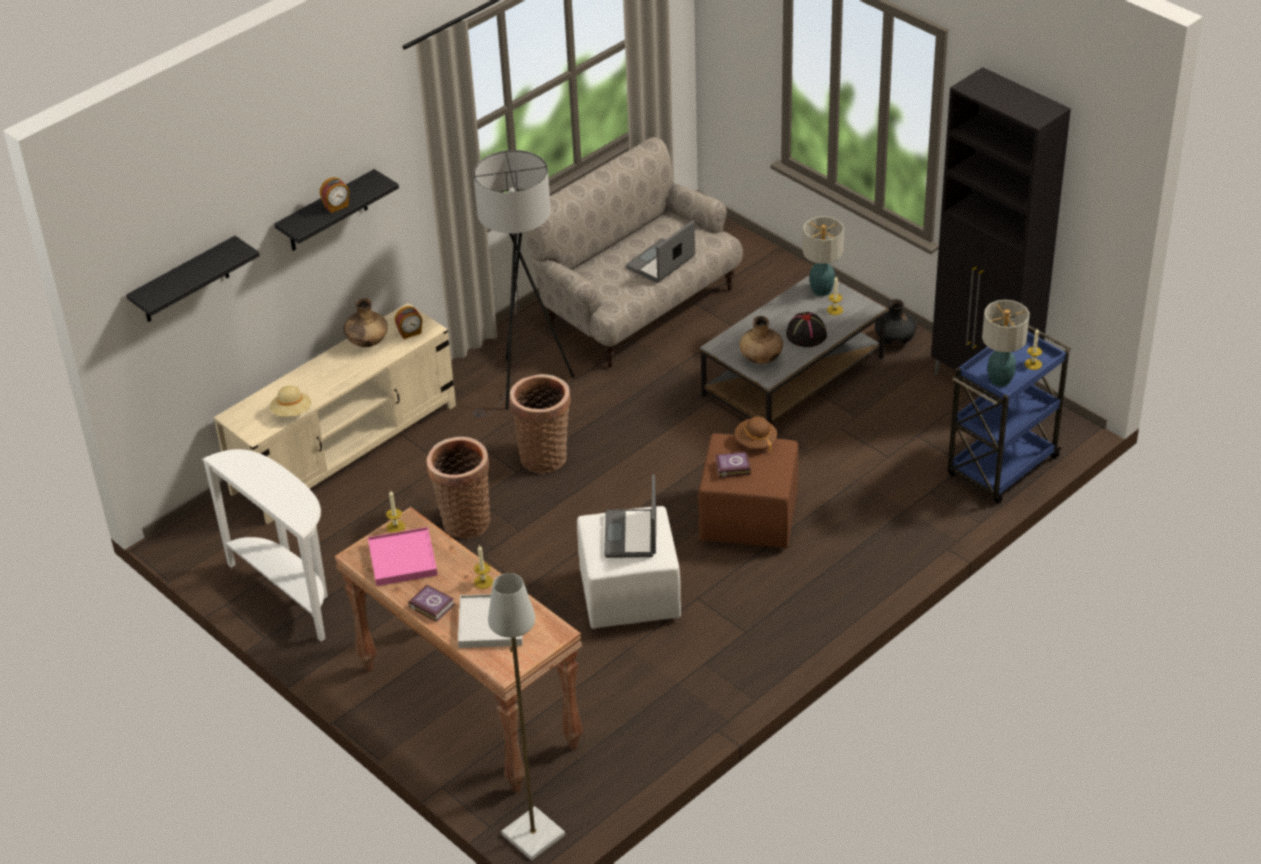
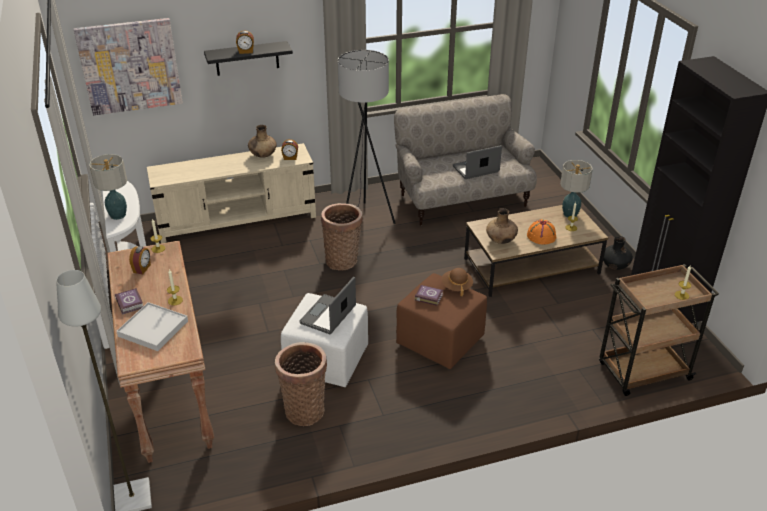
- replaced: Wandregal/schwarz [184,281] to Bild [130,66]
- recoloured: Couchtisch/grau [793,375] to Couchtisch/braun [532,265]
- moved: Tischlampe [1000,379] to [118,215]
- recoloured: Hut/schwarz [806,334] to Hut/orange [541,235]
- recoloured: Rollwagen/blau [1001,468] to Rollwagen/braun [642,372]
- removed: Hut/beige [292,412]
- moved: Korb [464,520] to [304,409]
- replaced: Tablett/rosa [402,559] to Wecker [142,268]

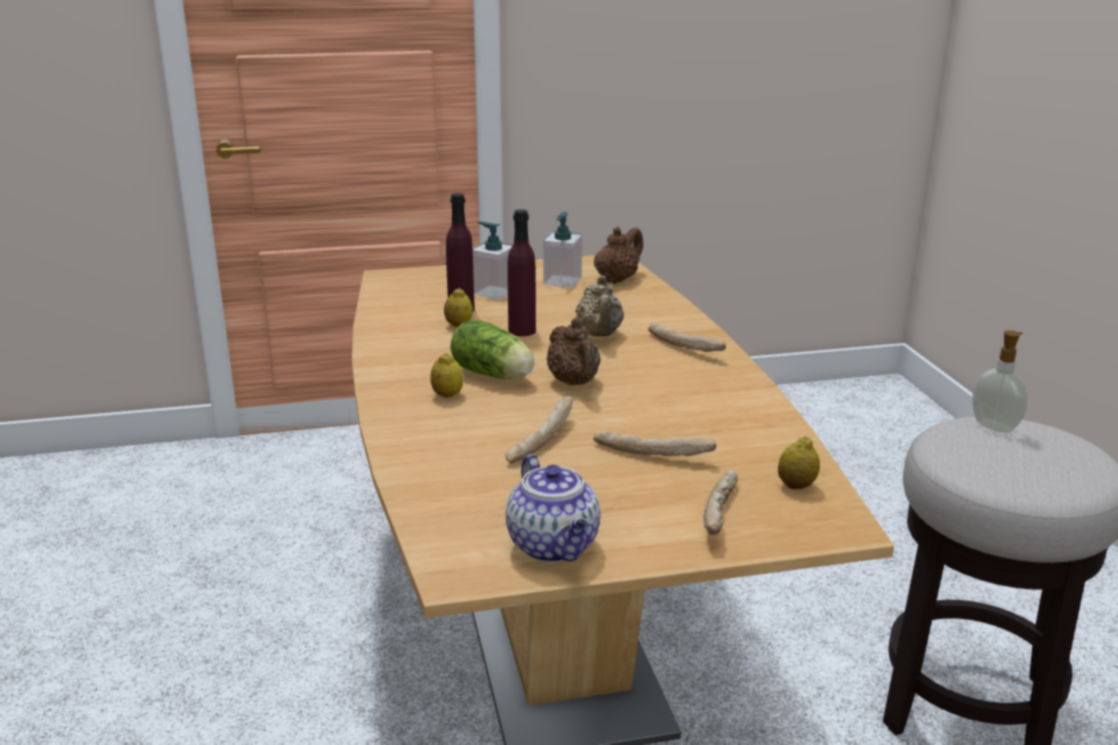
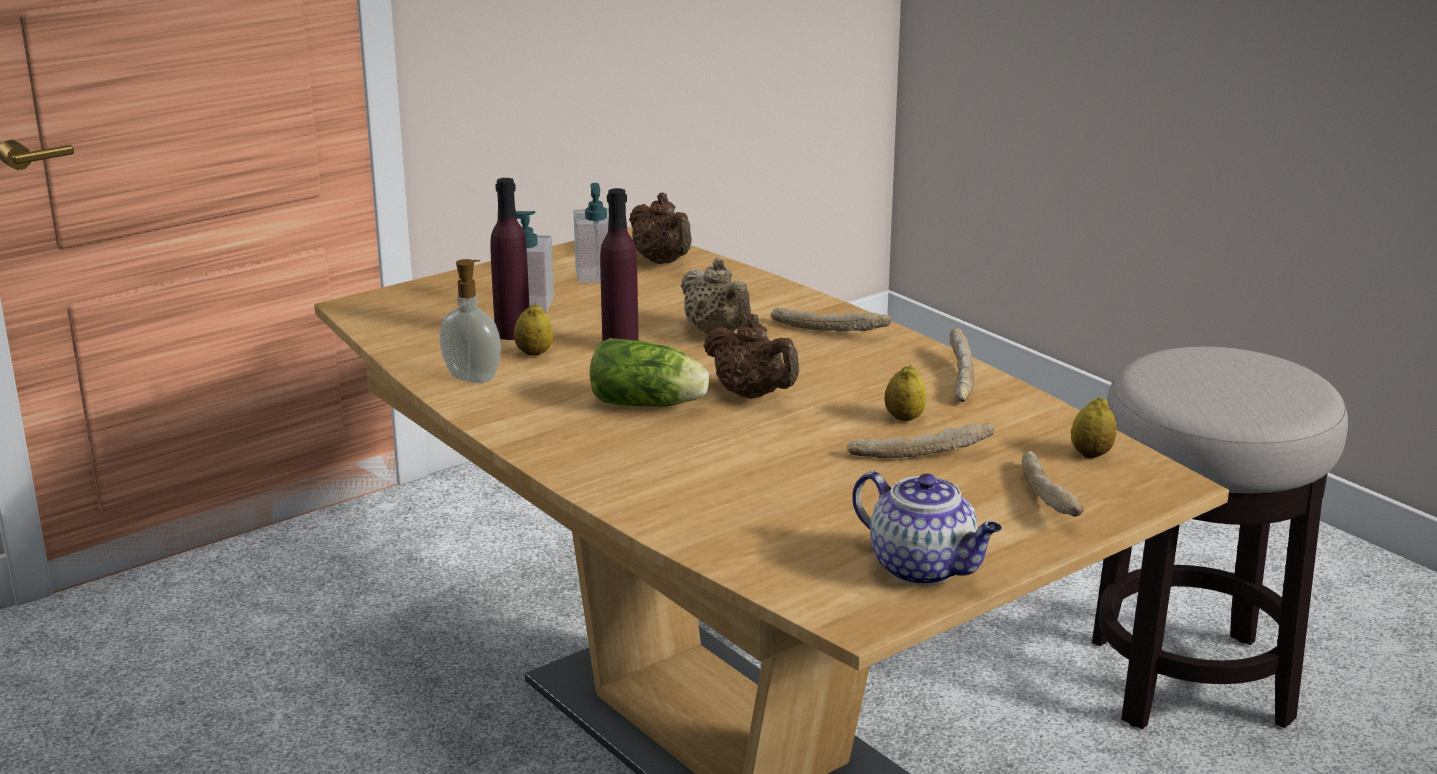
- turned: Teekanne/braun [617,279] = [662,262] 135 degrees clockwise
- moved: Seifenspender [995,426] to [473,377]
- moved: Zitrone [447,395] to [904,418]
- moved: Brot [540,440] to [957,377]

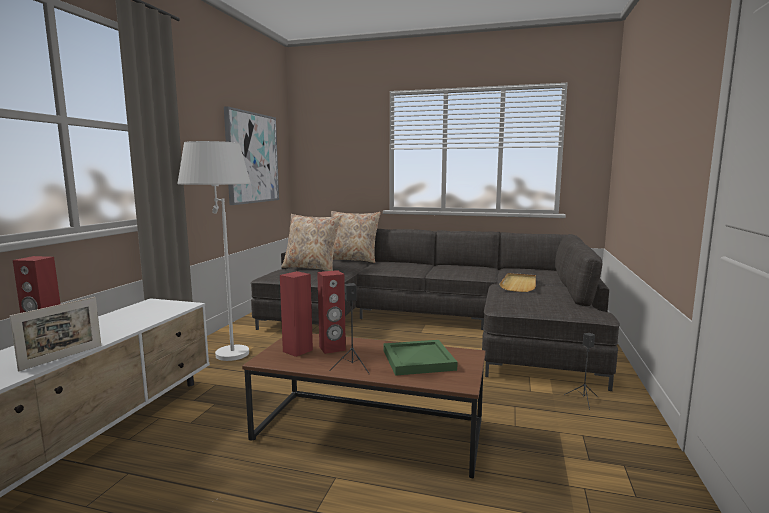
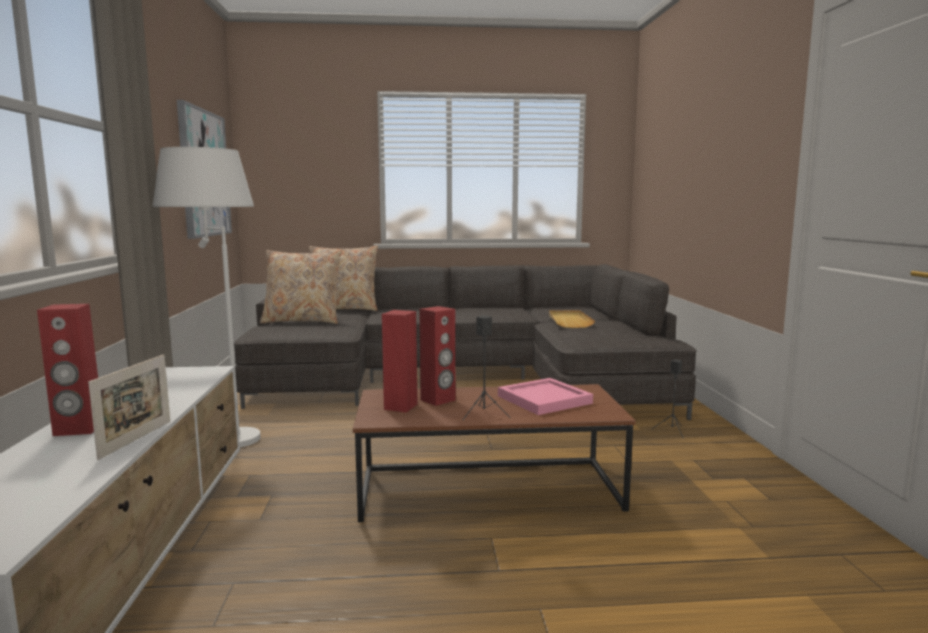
- recoloured: Tablett/grün [419,360] to Tablett/rosa [546,400]

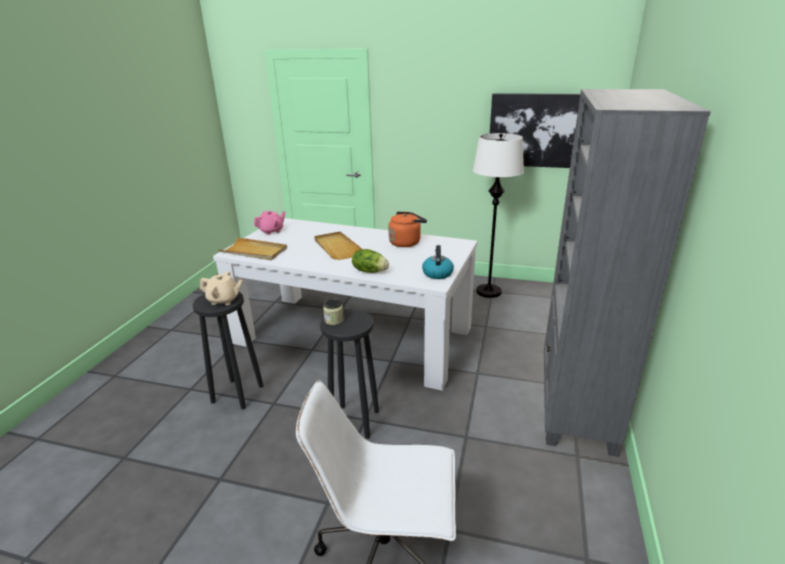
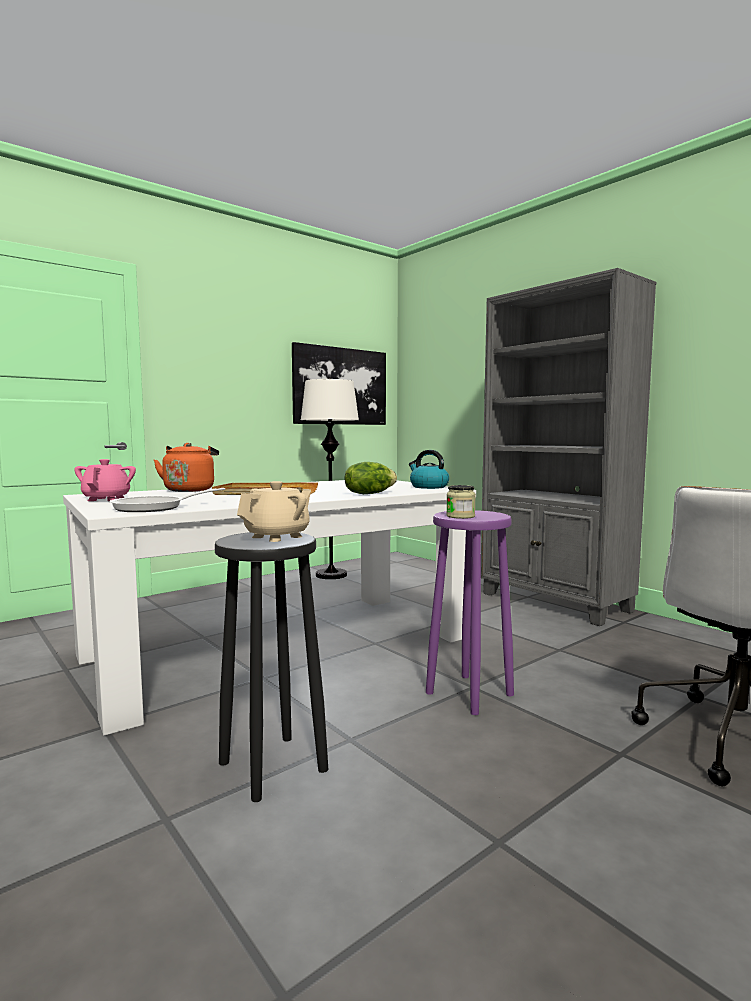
- moved: Wasserkessel/orange [406,242] to [190,490]
- replaced: Tablett/beige [254,251] to Pfanne [155,508]
- recoloured: Hocker/schwarz [353,421] to Hocker/lila [468,694]

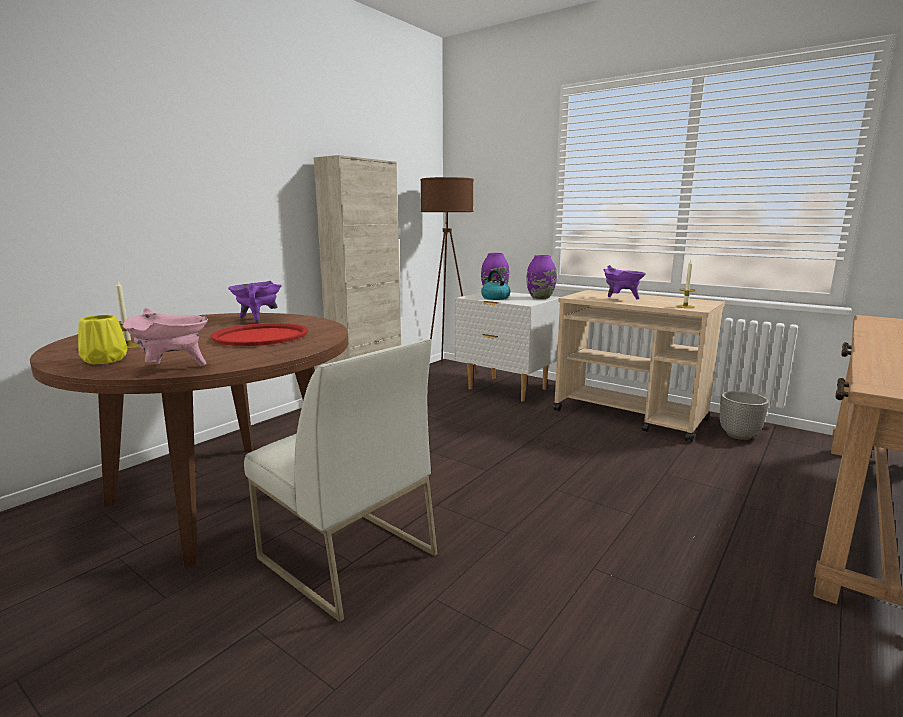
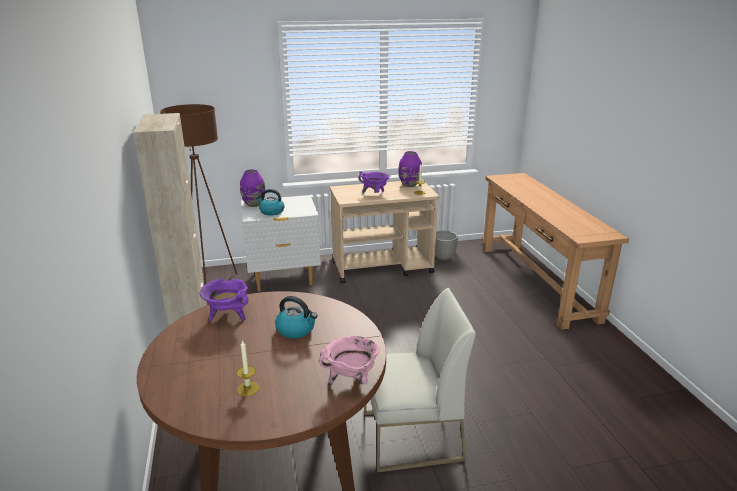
- moved: Vase/lila [540,297] to [409,185]
- removed: Vase/gelb [104,360]
- replaced: Tablett/rot [260,336] to Wasserkessel [296,329]

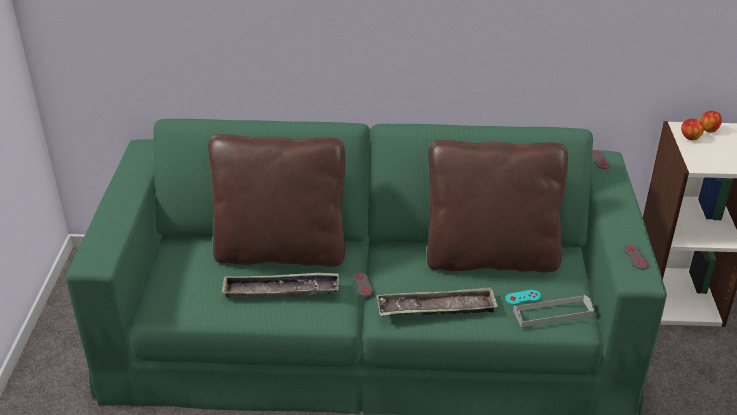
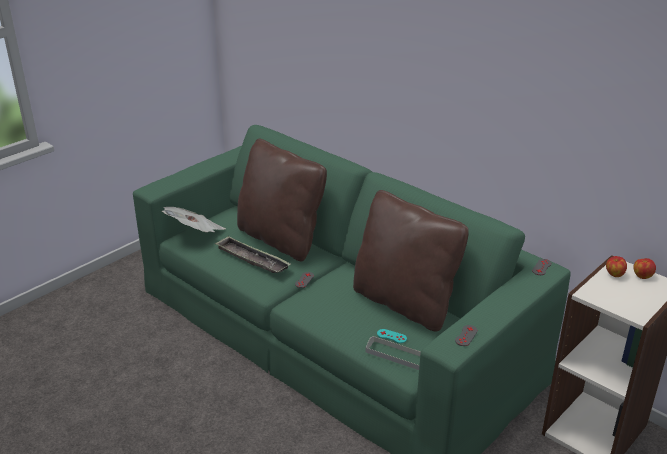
- removed: Tablett [436,308]
- added: Zeitung [195,233]

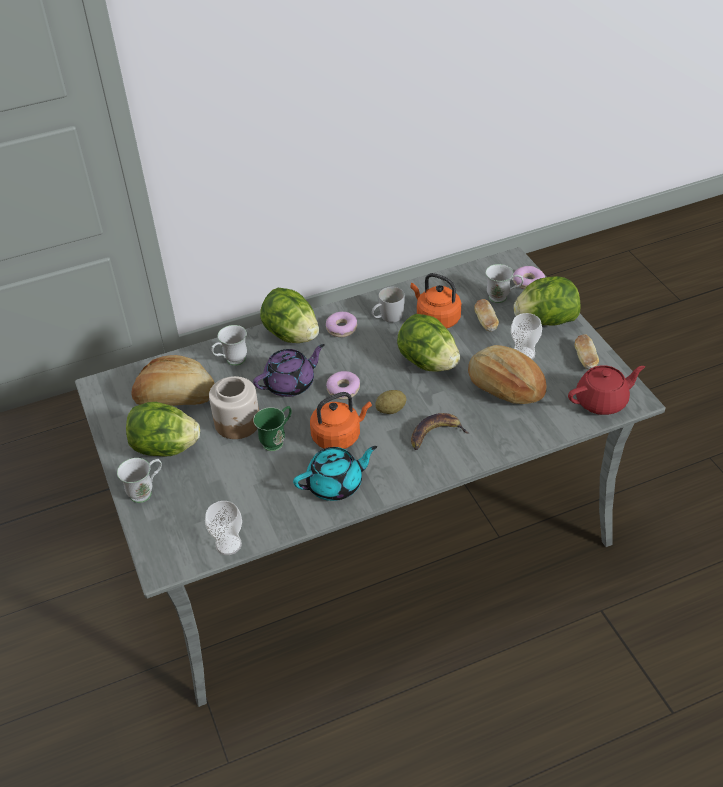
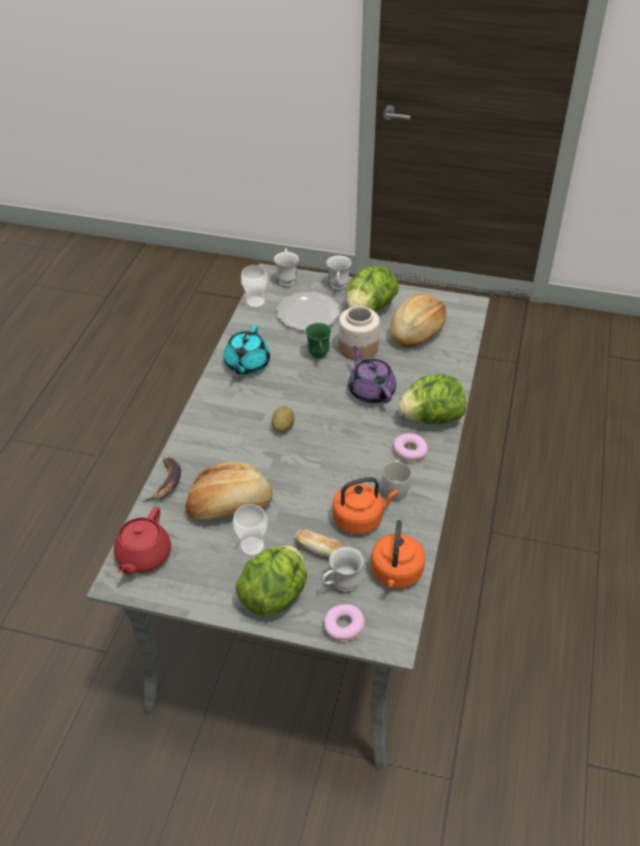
- removed: Salatkopf [428,362]
- moved: Henkelbecher/weiß [231,362] to [286,279]
- removed: Brot [585,359]
- turned: Teekanne/lila [291,384] = [371,391] 150 degrees clockwise
- removed: Donut [343,389]
- moved: Wasserkessel/orange [339,436] to [396,574]
- moved: Banane [436,434] to [166,483]
- added: Teller [309,314]

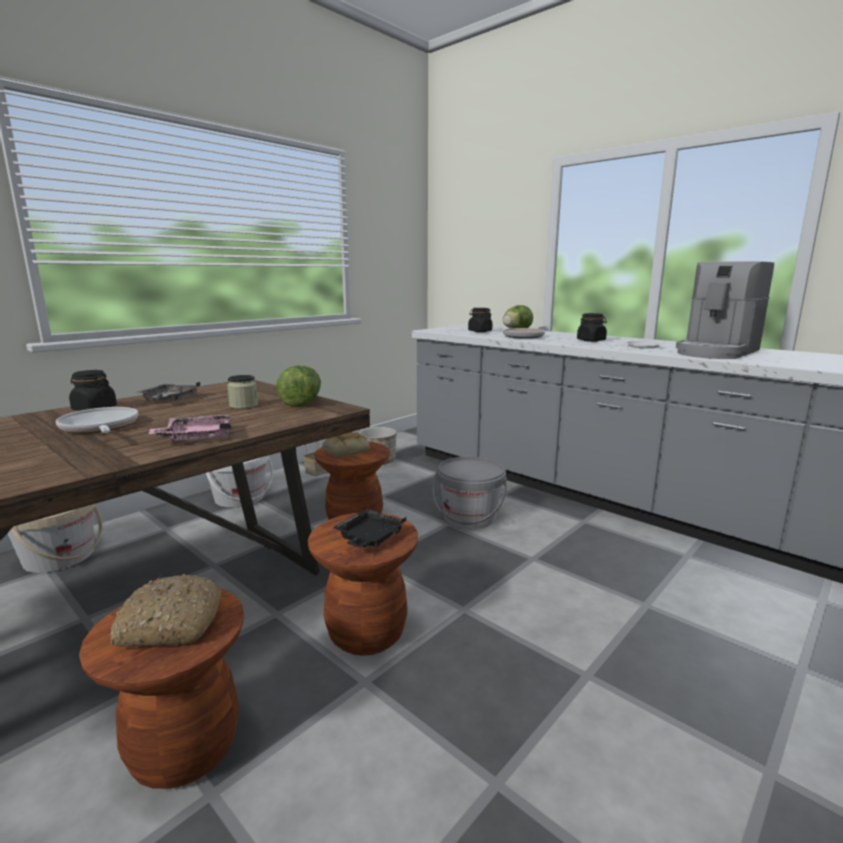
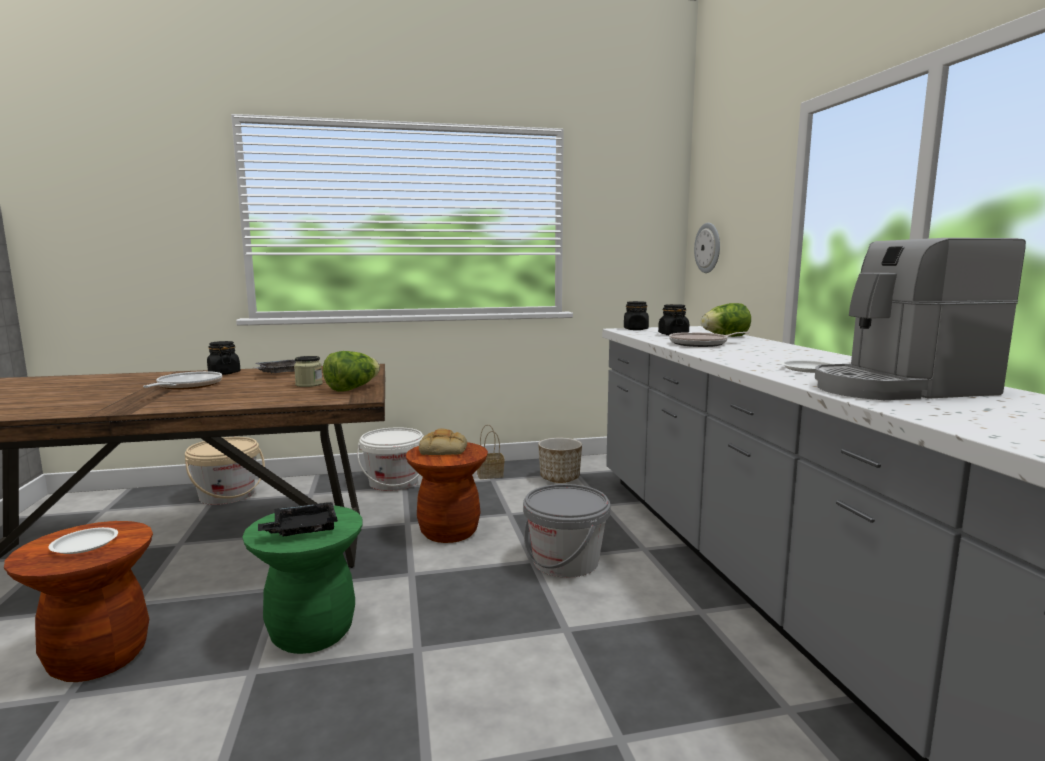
- moved: Vorratsglas/schwarz [591,340] to [635,329]
- removed: Tablett/rosa [197,437]
- recoloured: Hocker/braun [366,633] to Hocker/grün [312,632]
- replaced: Brot [170,625] to Teller/weiß [84,544]
- added: Wanduhr [708,248]

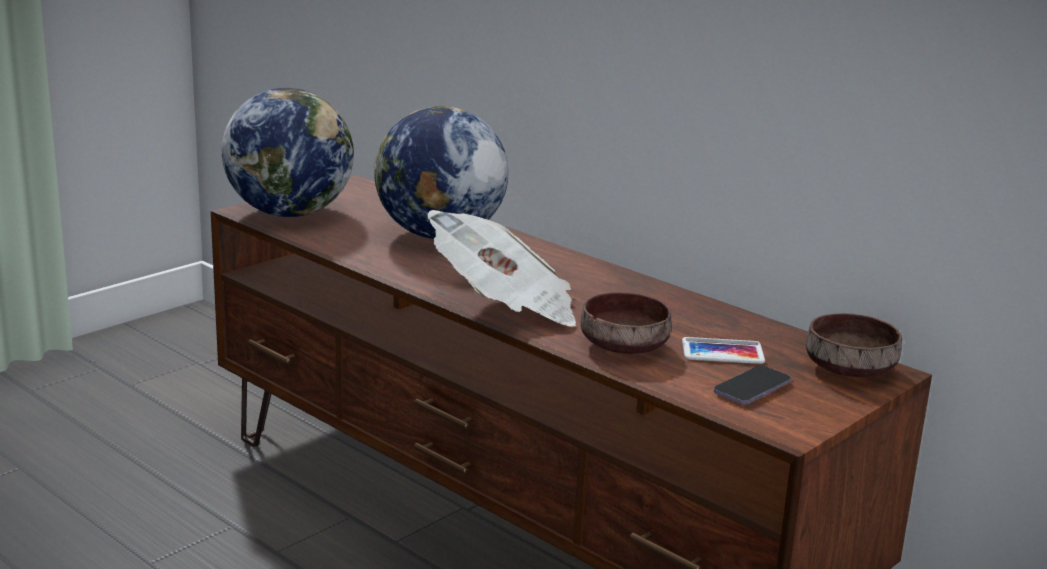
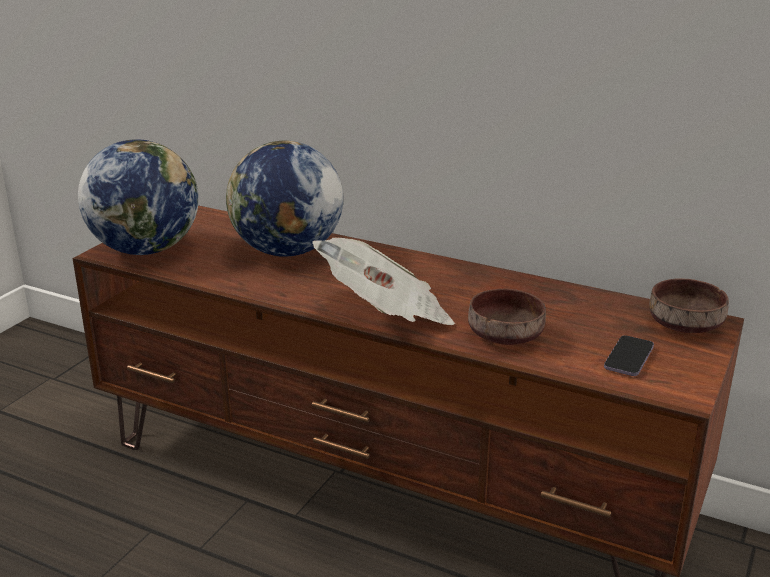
- removed: Handy [722,352]

